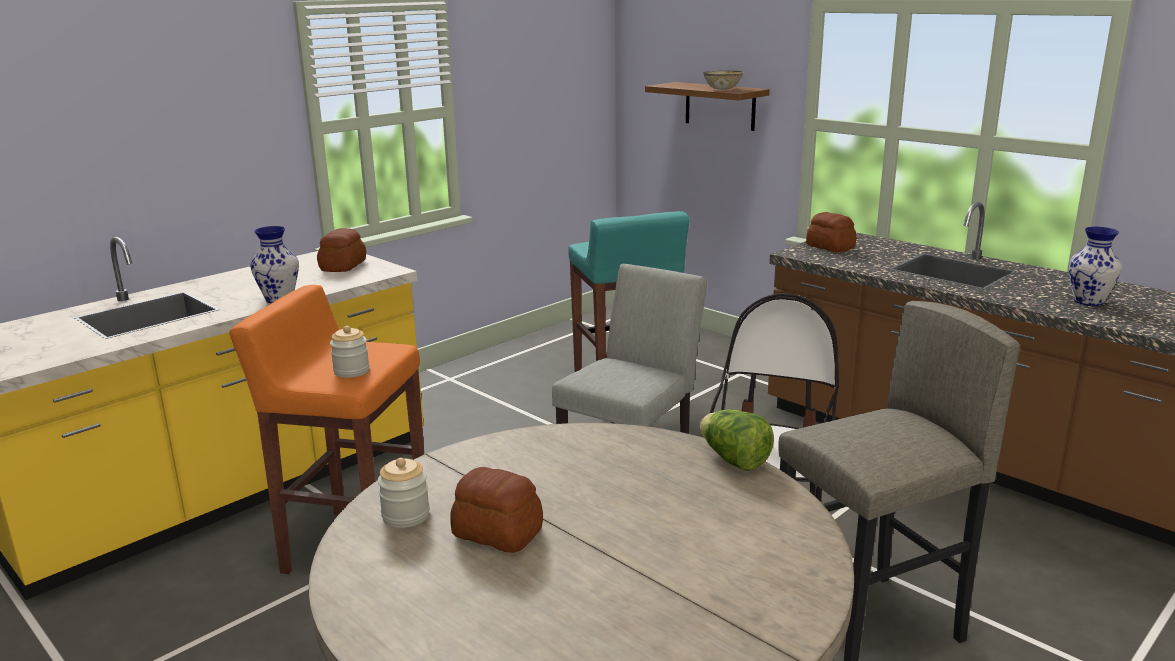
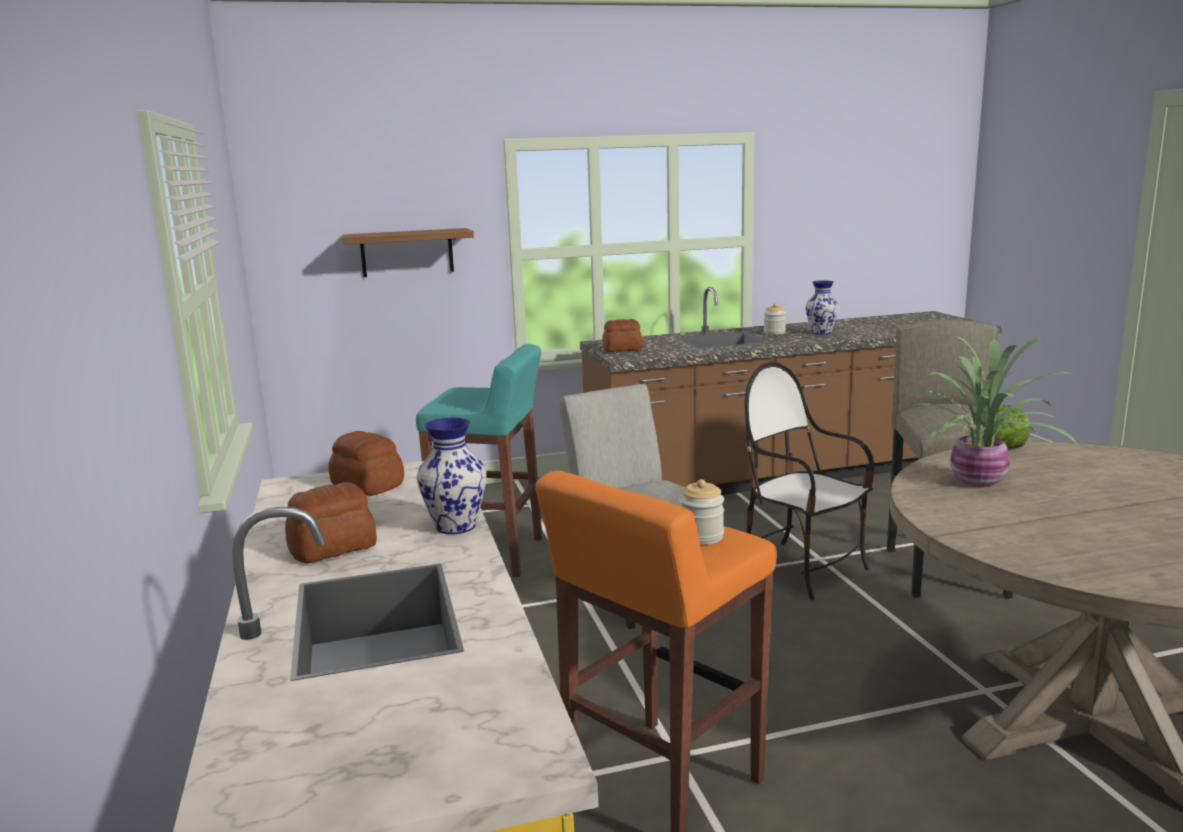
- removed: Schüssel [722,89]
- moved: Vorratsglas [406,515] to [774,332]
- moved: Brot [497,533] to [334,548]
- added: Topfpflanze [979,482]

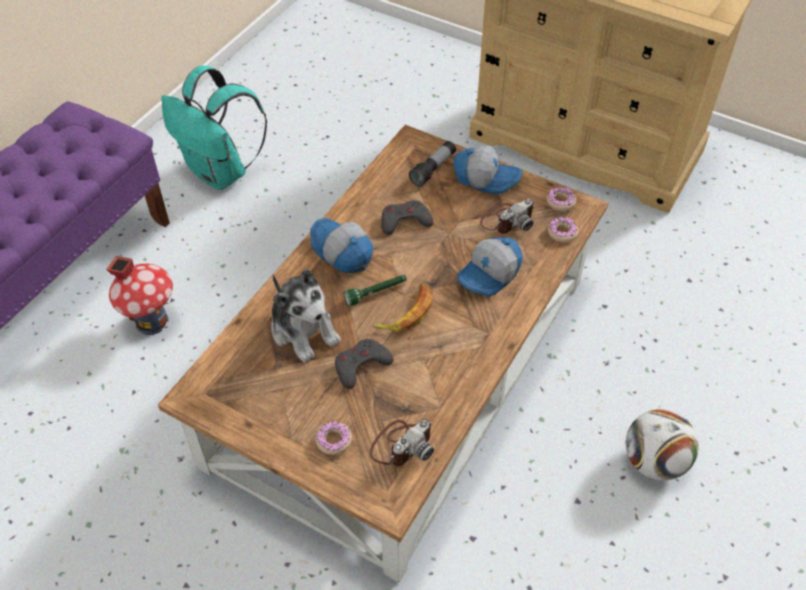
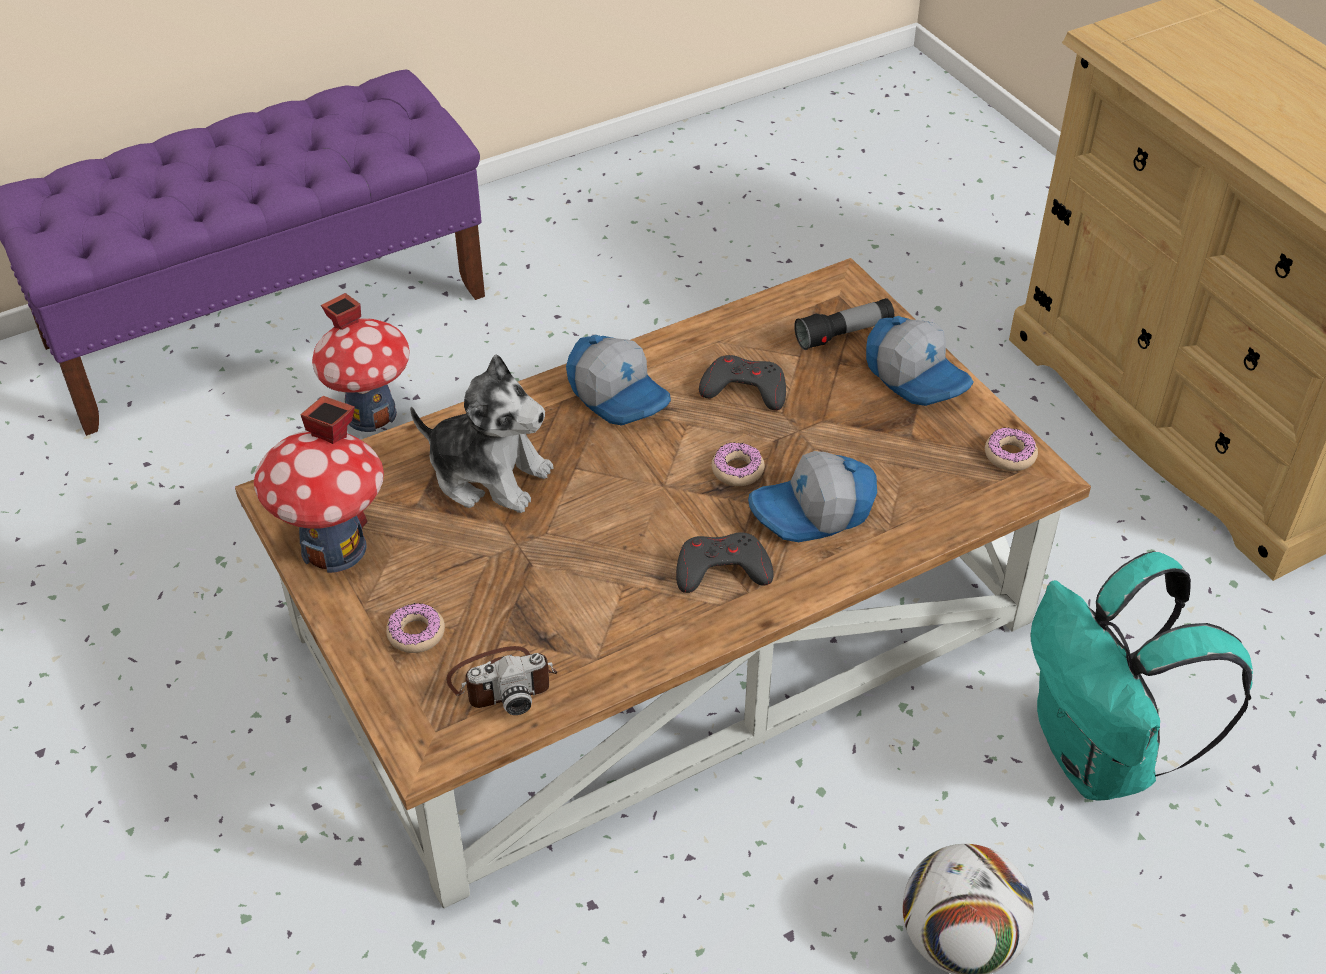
- moved: Rucksack/türkis [221,173] to [1100,756]
- removed: Kamera [507,220]
- moved: Donut [562,233] to [737,470]
- turned: Kappe [341,252] = [619,394] 150 degrees clockwise
- turned: Plüschtier [304,330] = [489,475] 60 degrees counterclockwise
- removed: Taschenlampe/grün [376,293]
- removed: Banane [407,312]
- moved: Gamepad/grau [361,365] to [721,569]
- added: Spielzeughaus [334,548]

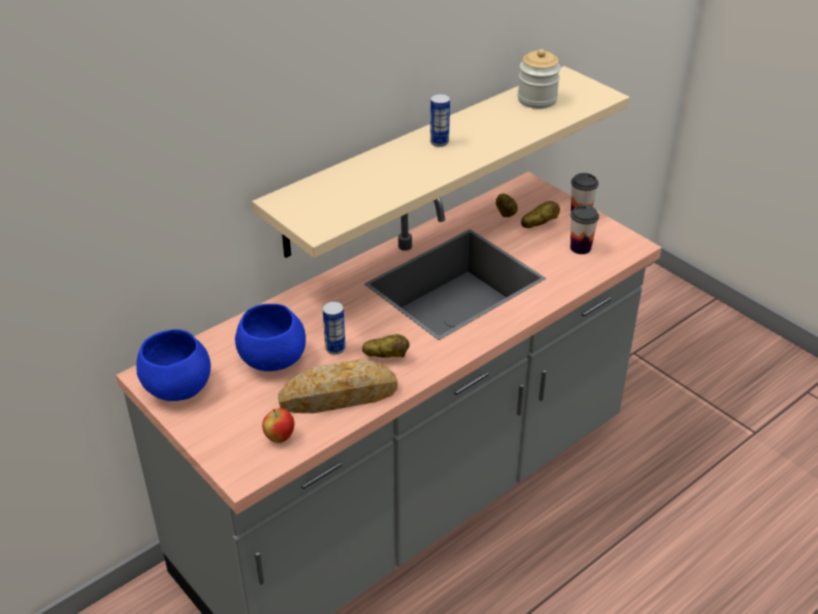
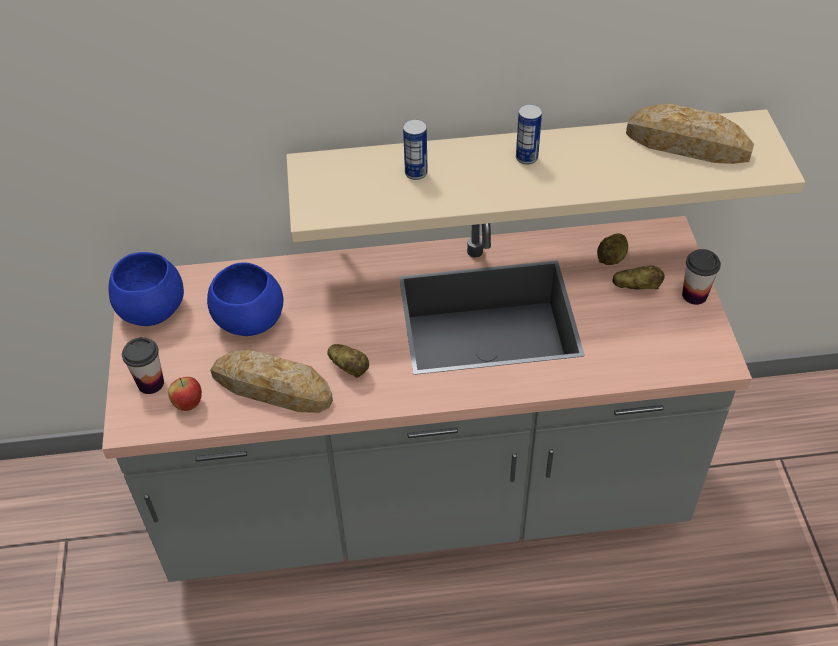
- replaced: Vorratsglas [537,100] to Brot [687,144]
- moved: Tasse [580,248] to [151,383]
- moved: Dose [335,348] to [416,173]

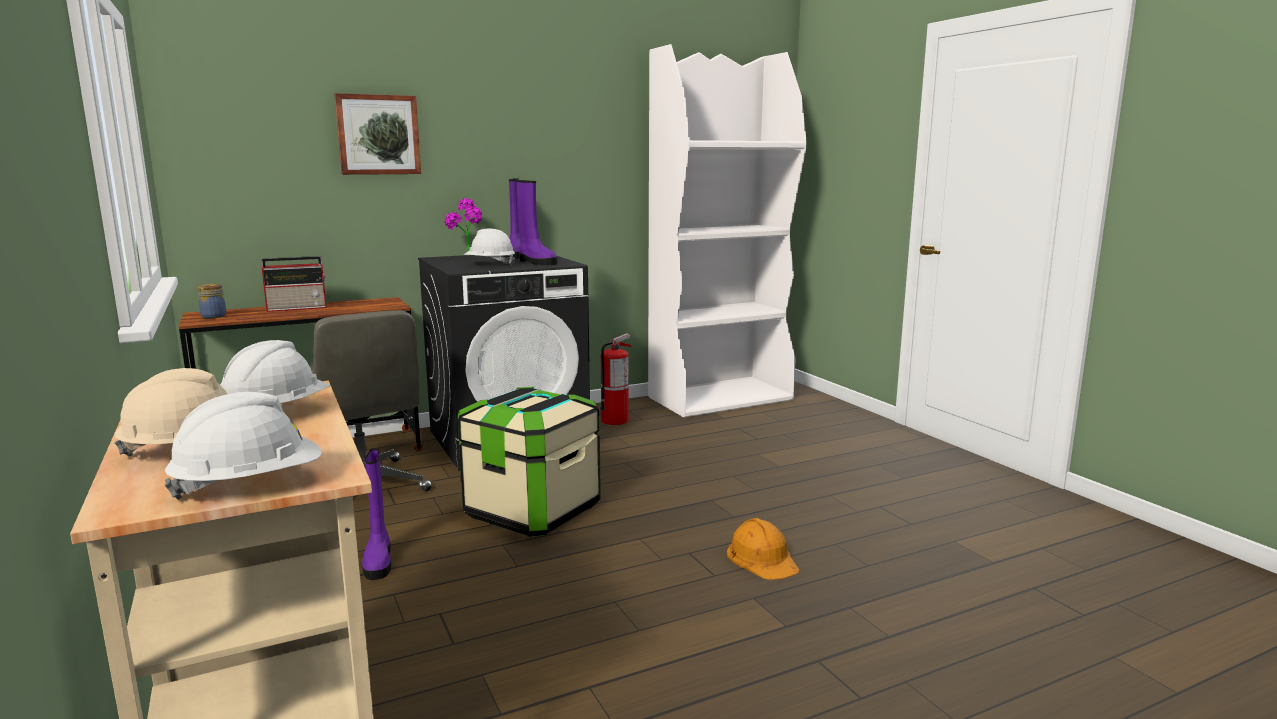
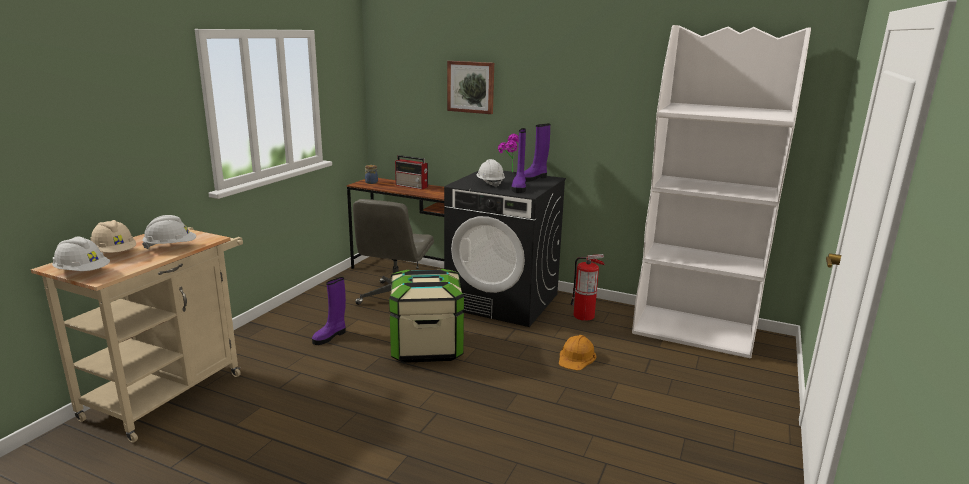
- moved: Schutzhelm/orange [762,558] to [576,357]

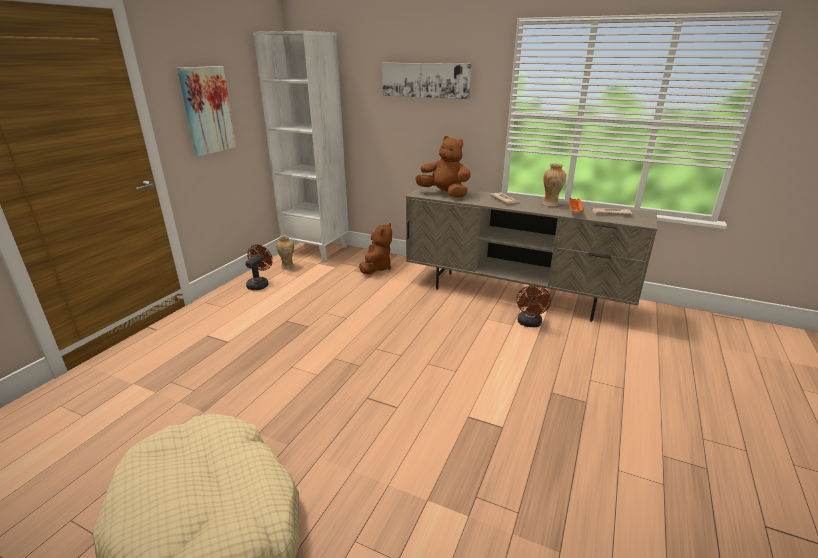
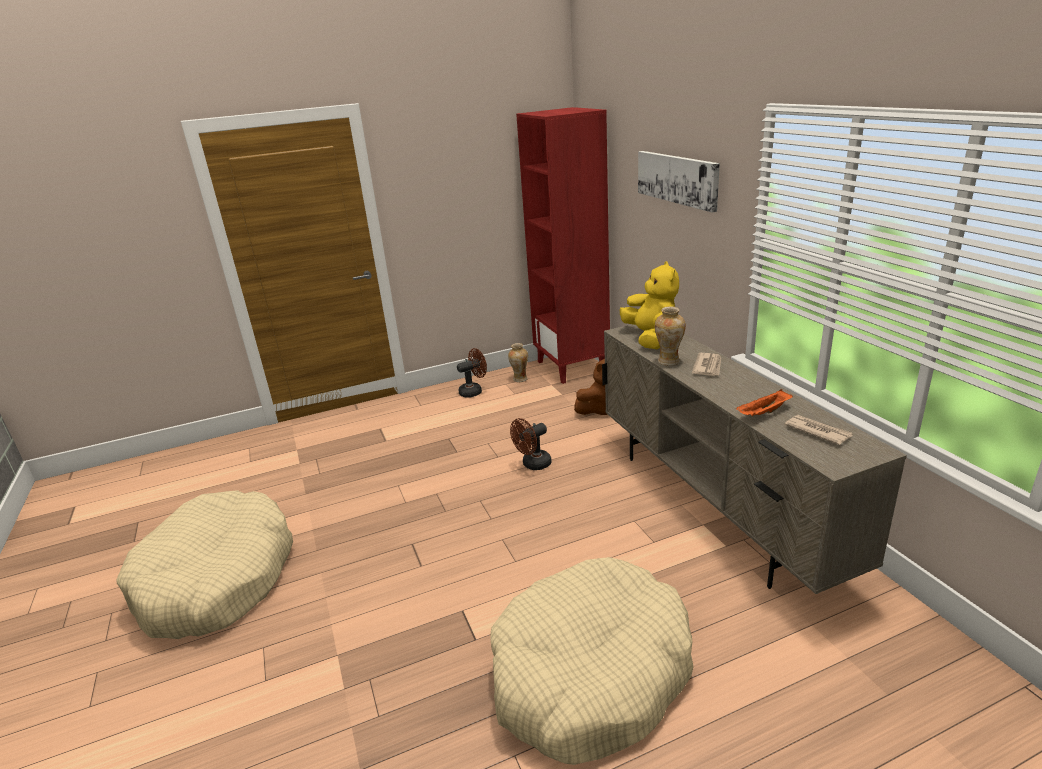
- recoloured: Bücherregal/weiß [317,249] to Bücherregal/rot [572,367]
- removed: Bild [207,110]
- recoloured: Plüschtier/braun [444,194] to Plüschtier/gelb [651,339]
- moved: Vase [550,204] to [669,361]
- moved: Ventilator/braun [529,324] to [533,465]
- added: Hundebett/beige [590,673]

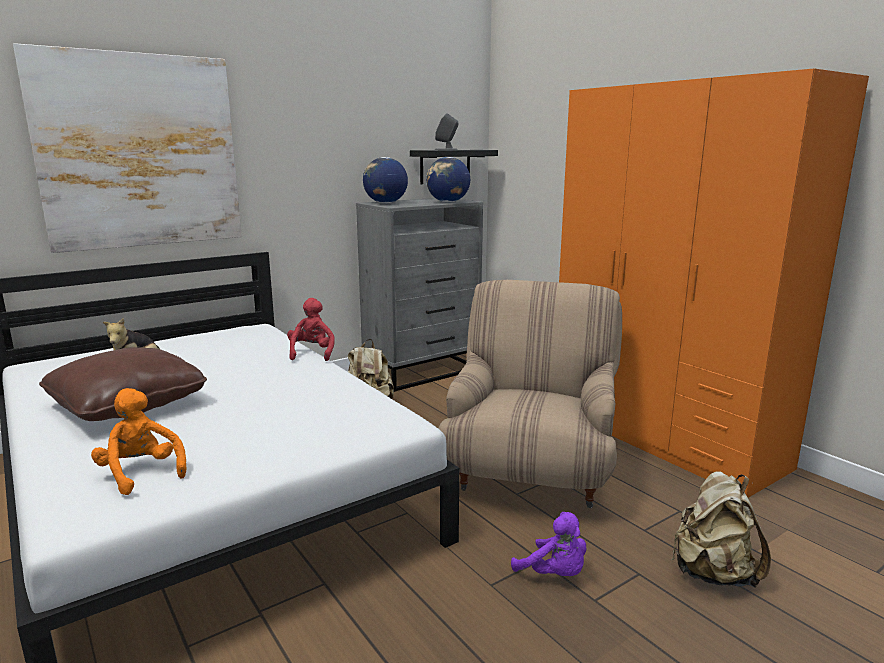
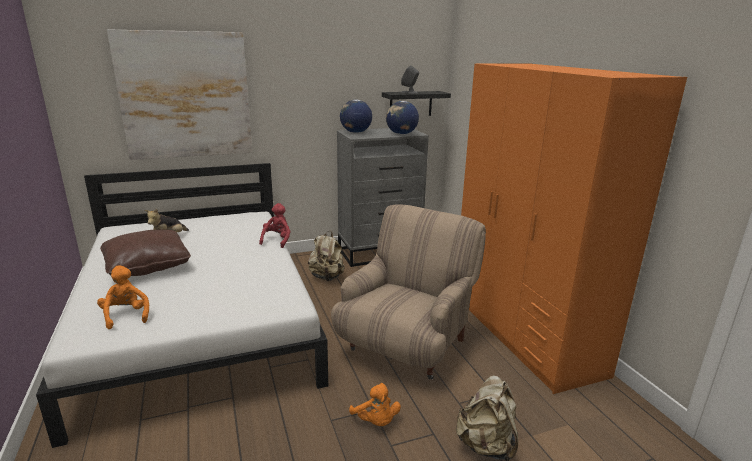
- recoloured: Plüschtier/lila [554,574] to Plüschtier/orange [376,421]

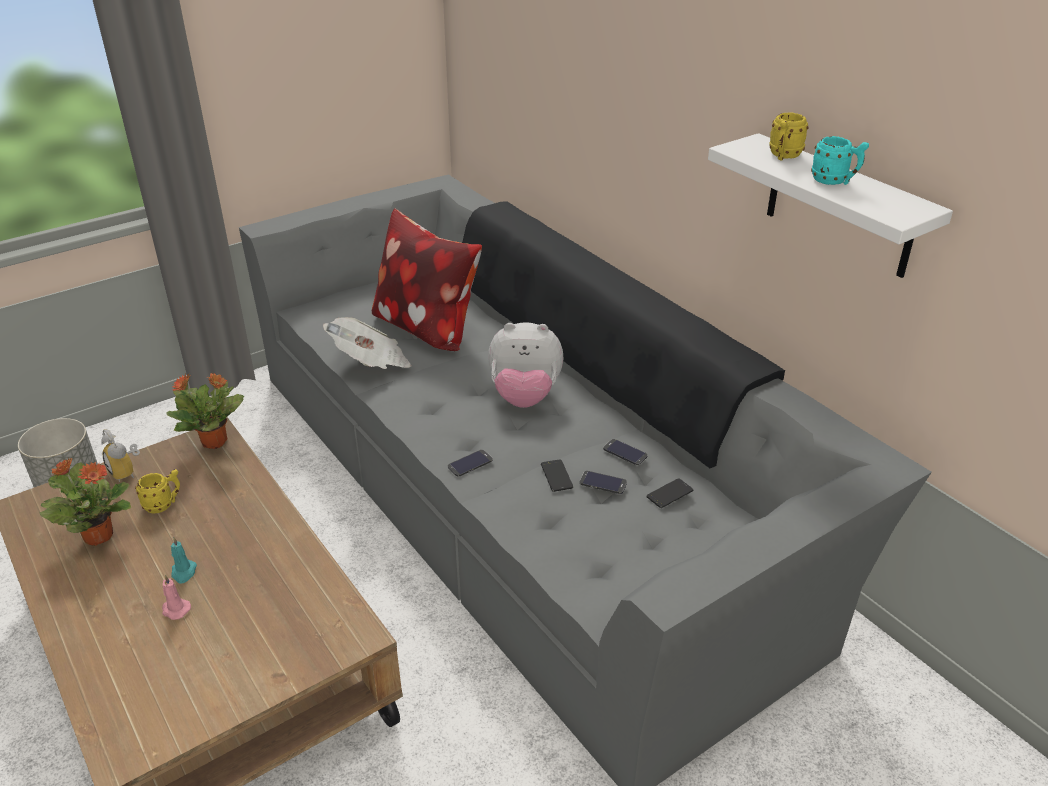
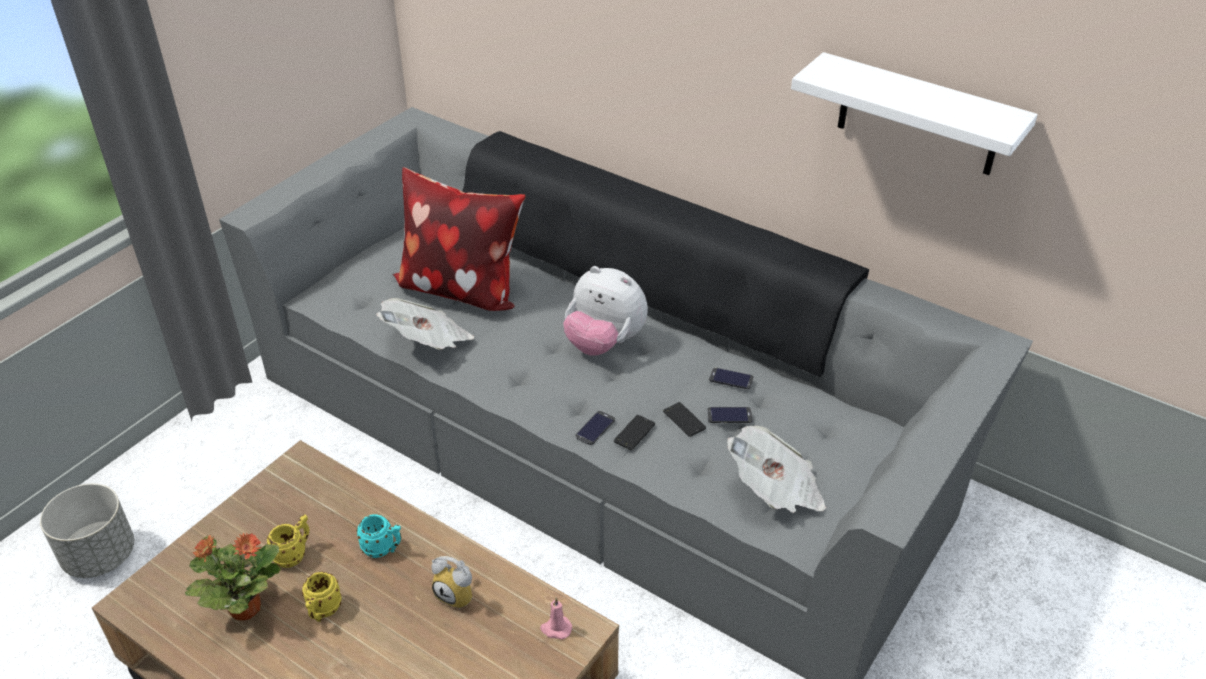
- moved: Henkelbecher/gelb [783,156] to [323,611]
- moved: Henkelbecher/türkis [834,181] to [383,549]
- turned: Plüschtier [524,397] = [604,343] 45 degrees clockwise
- removed: Topfpflanze [215,442]
- moved: Wecker [127,472] to [458,594]
- moved: Handy [669,494] to [634,433]
- removed: Kerze/türkis [184,572]
- moved: Kerze/rosa [175,609] to [556,629]
- added: Zeitung [775,490]

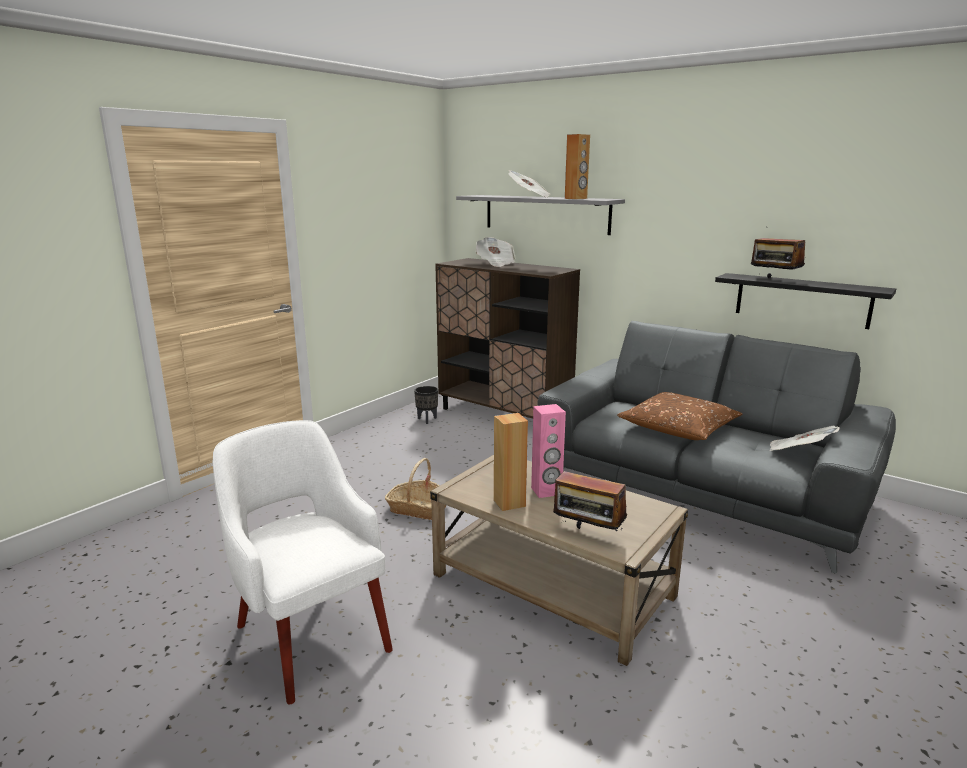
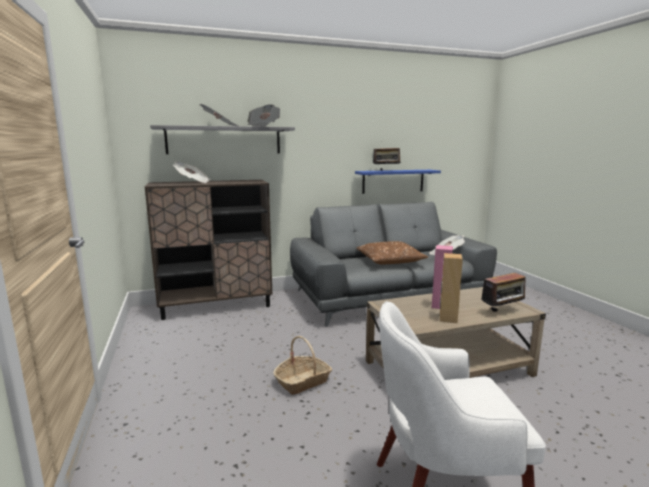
- replaced: Lautsprecher/braun [576,198] to Zeitung [264,126]
- recoloured: Wandregal/schwarz [802,300] to Wandregal/blau [393,181]
- removed: Pflanzkübel/schwarz [427,420]

